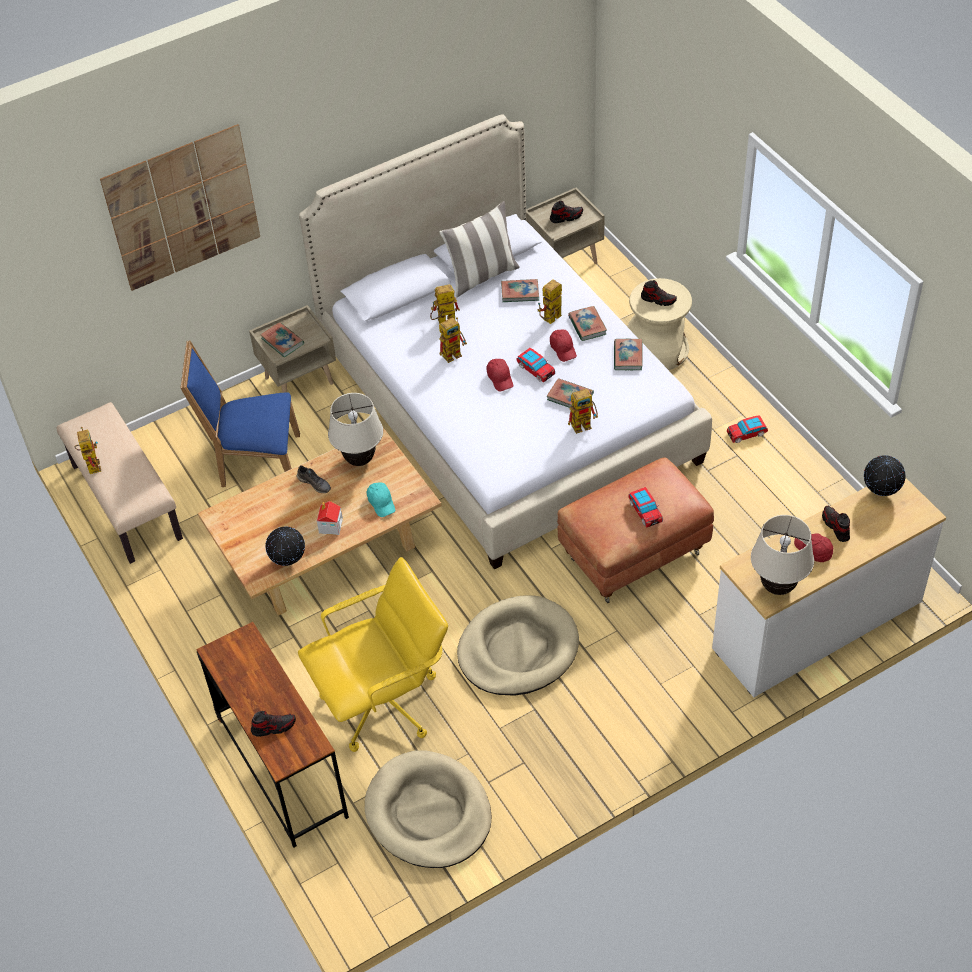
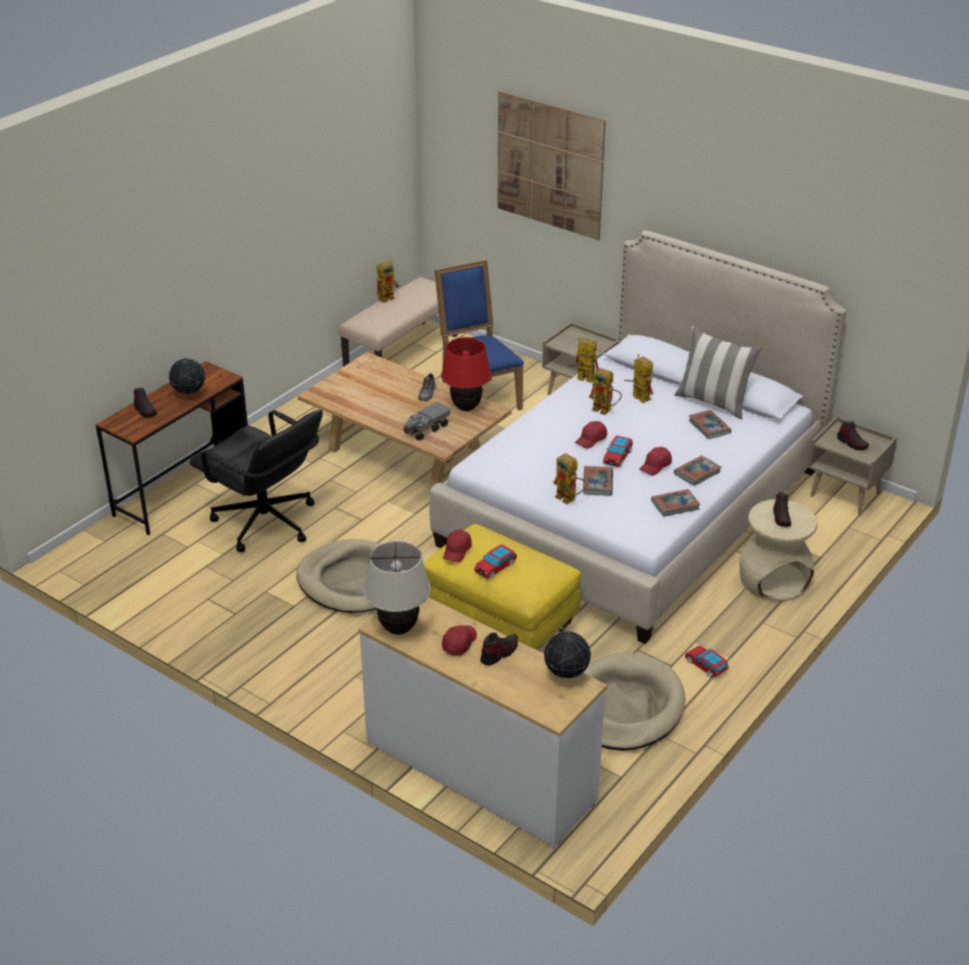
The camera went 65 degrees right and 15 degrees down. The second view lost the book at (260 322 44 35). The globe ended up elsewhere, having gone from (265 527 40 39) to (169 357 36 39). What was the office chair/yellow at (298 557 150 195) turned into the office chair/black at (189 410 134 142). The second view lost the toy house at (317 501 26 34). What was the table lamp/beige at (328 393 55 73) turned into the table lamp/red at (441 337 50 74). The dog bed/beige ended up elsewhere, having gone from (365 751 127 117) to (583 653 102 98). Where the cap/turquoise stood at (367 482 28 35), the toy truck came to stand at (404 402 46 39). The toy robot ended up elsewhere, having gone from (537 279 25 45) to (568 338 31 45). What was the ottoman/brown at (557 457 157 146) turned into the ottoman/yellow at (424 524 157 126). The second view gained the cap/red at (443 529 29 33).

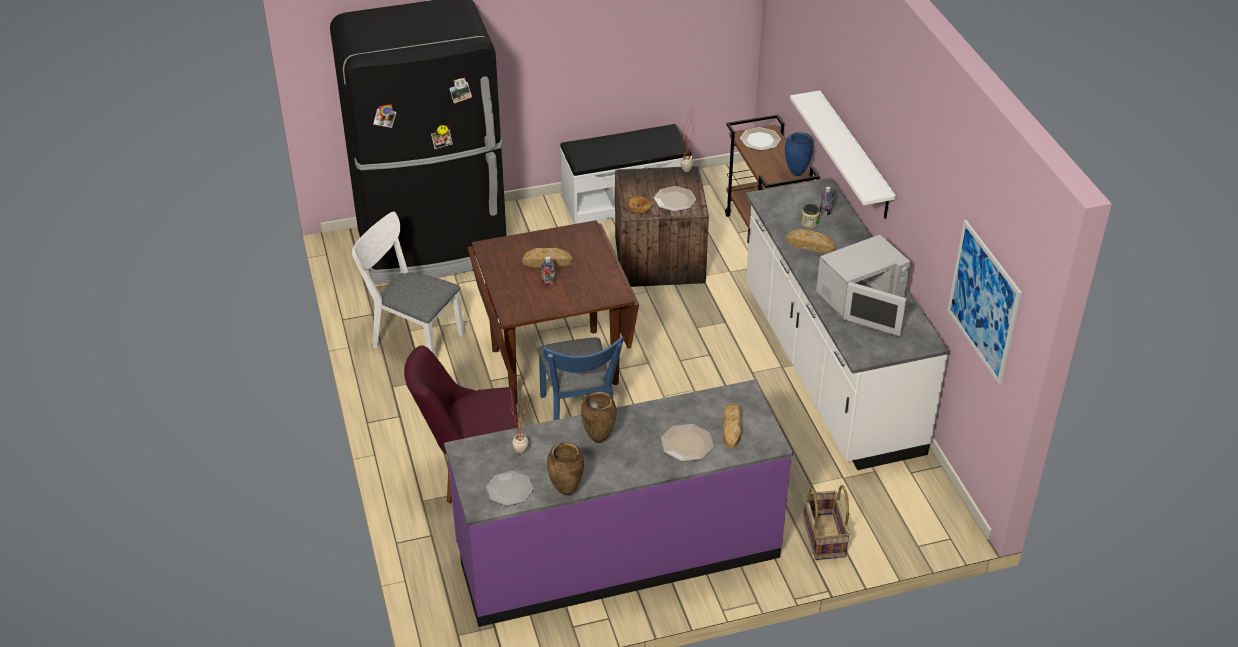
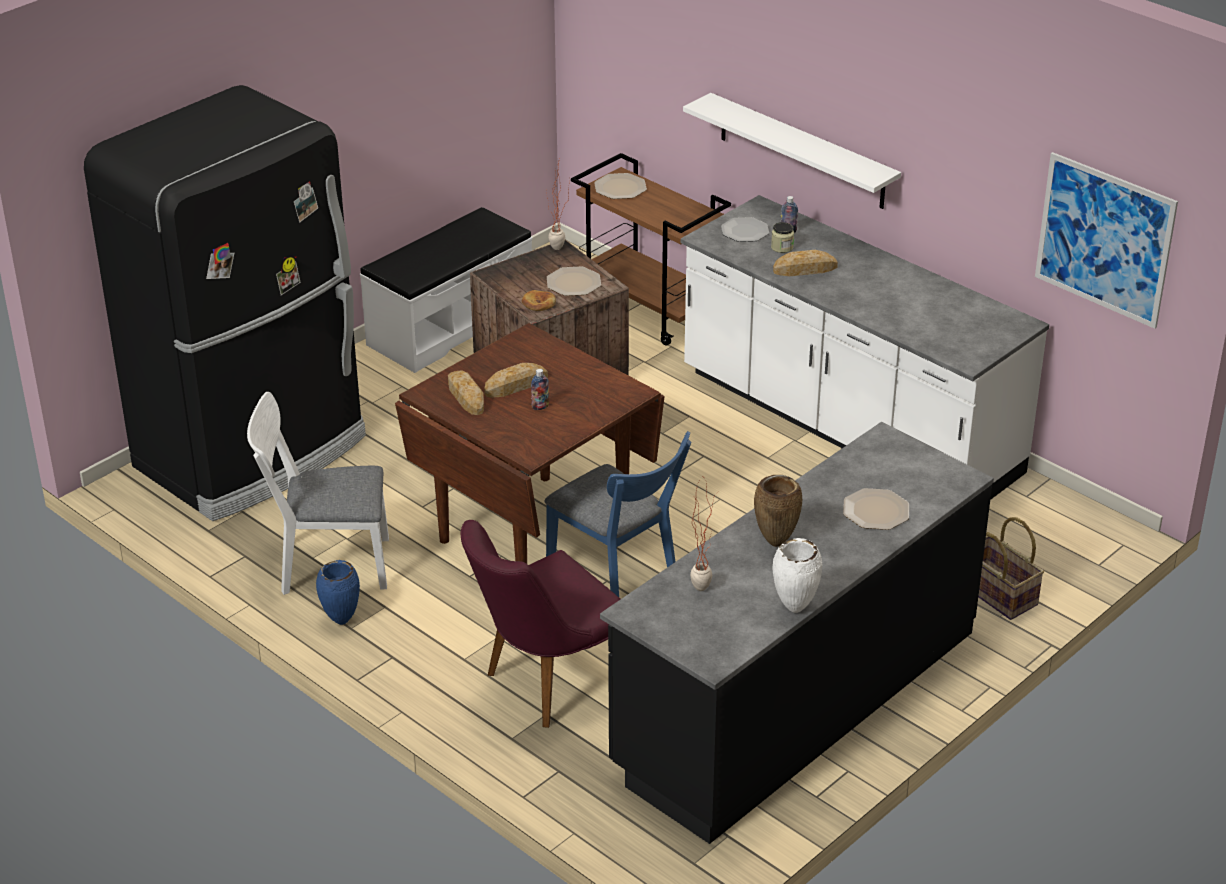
The camera went 30 degrees left and 5 degrees down. What was the counter/purple at (444 380 349 247) turned into the counter/black at (600 422 394 422). The plate ended up elsewhere, having gone from (486 471 47 35) to (721 217 48 25). What was the vase/brown at (547 443 37 52) turned into the vase/white at (772 538 50 75). The bread ended up elsewhere, having gone from (723 403 18 45) to (448 370 36 45). The vase/blue ended up elsewhere, having gone from (785 132 28 44) to (316 560 44 65). The second view lost the microwave/white at (816 234 95 102).

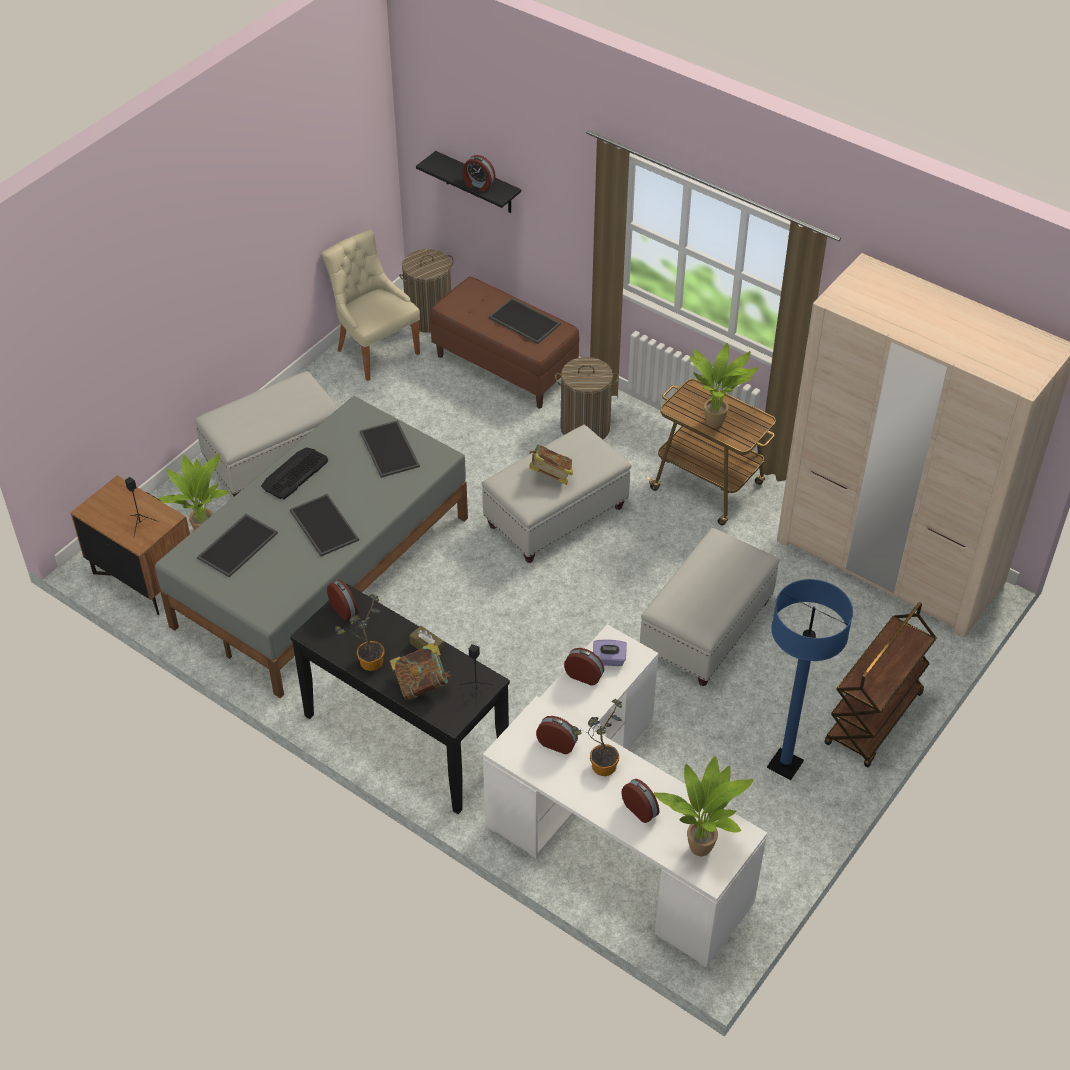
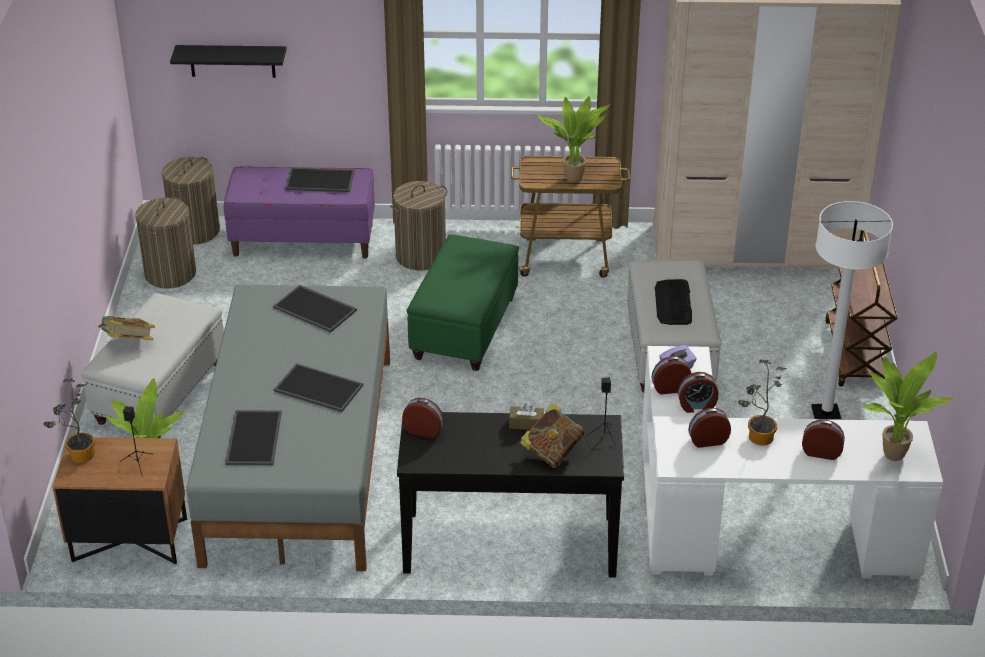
The camera went 35 degrees left and 10 degrees down. The keyboard ended up elsewhere, having gone from (261 447 67 52) to (654 279 38 46). Where the chair/beige stood at (321 230 99 151), the laundry basket came to stand at (135 197 61 92). The potted plant ended up elsewhere, having gone from (335 594 50 77) to (43 379 52 84). What was the bench/brown at (430 276 150 132) turned into the bench/purple at (224 166 151 92). The alarm clock ended up elsewhere, having gone from (463 155 33 37) to (678 372 40 41). What was the ottoman/white at (481 425 151 138) turned into the ottoman/green at (407 234 112 137). The book ended up elsewhere, having gone from (529 445 44 40) to (98 316 57 24). What was the floor lamp/blue at (767 579 86 201) turned into the floor lamp/white at (811 201 82 219).

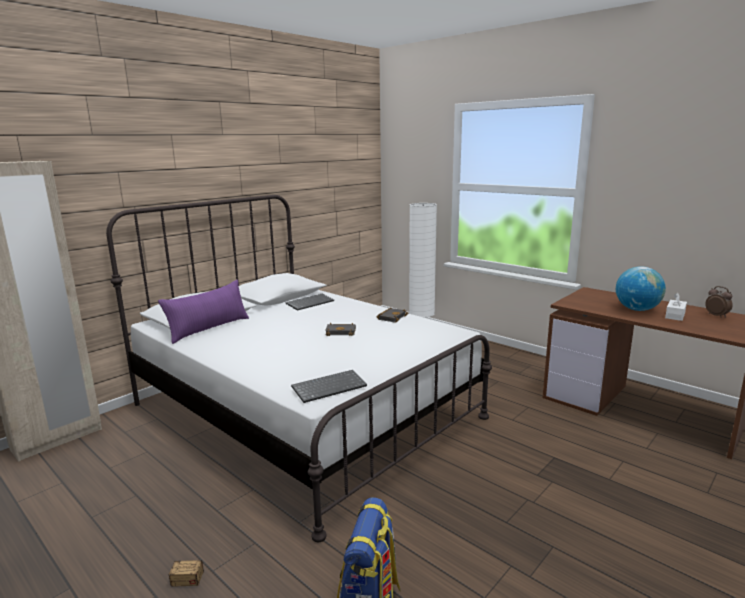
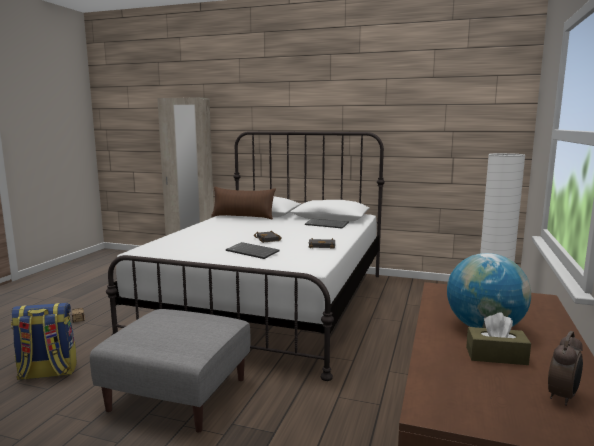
The camera went 65 degrees right and 5 degrees down. What was the pillow/purple at (158 280 91 64) turned into the pillow/brown at (211 187 65 33). The keyboard ended up elsewhere, having gone from (291 370 76 33) to (226 242 54 17). What was the tissue box/white at (665 293 22 28) turned into the tissue box/brown at (466 312 65 53). The second view gained the ottoman/grey at (90 309 161 124).

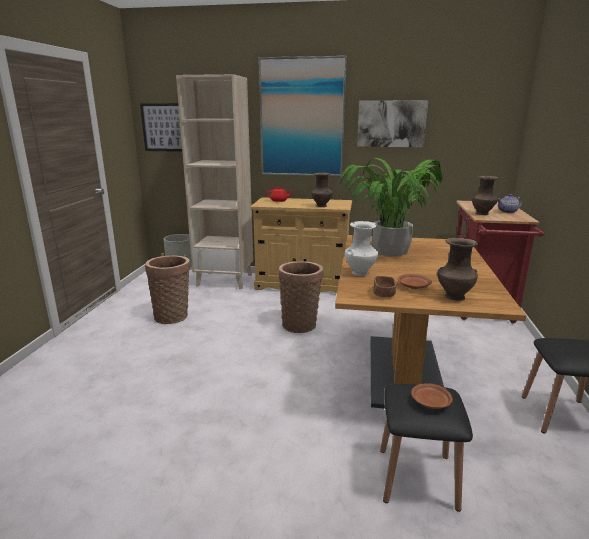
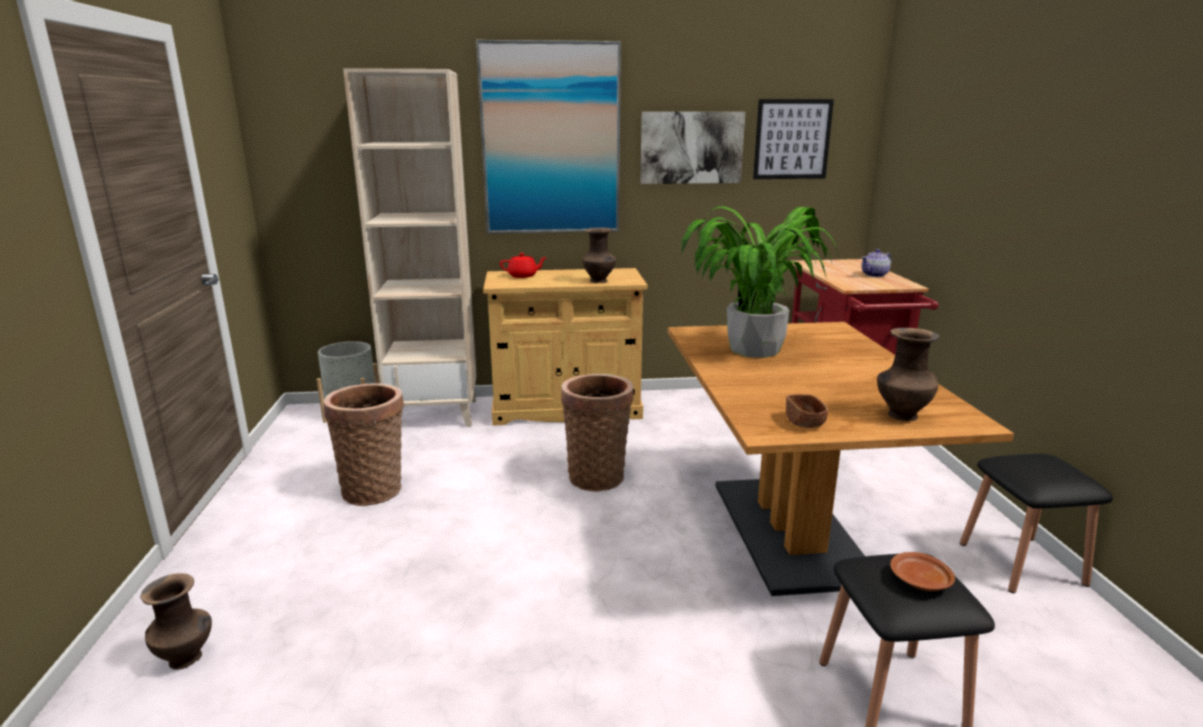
The camera went 15 degrees left and 0 degrees up. The picture ended up elsewhere, having gone from (140 103 42 49) to (753 99 81 80). The second view lost the vase/white at (345 221 33 55). The second view lost the plate/brown at (398 274 34 15). The vase/brown ended up elsewhere, having gone from (472 176 26 39) to (140 573 72 97).

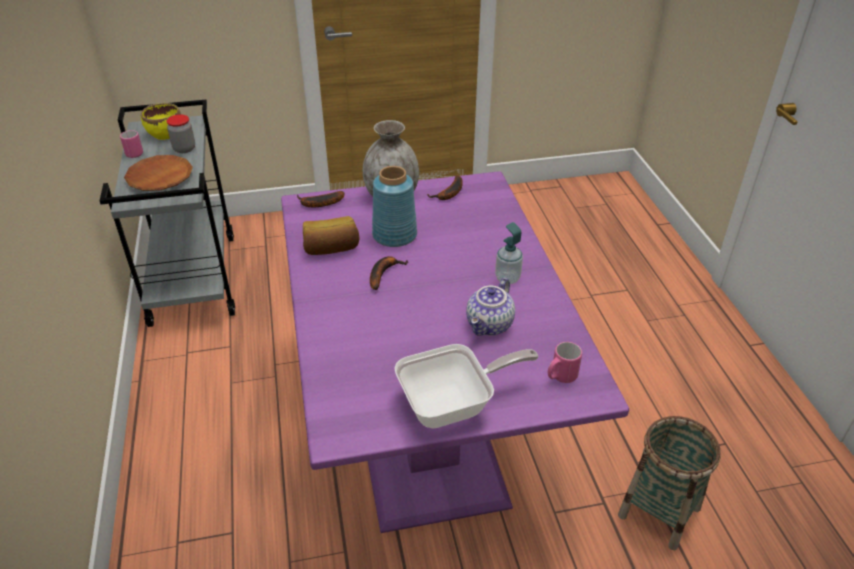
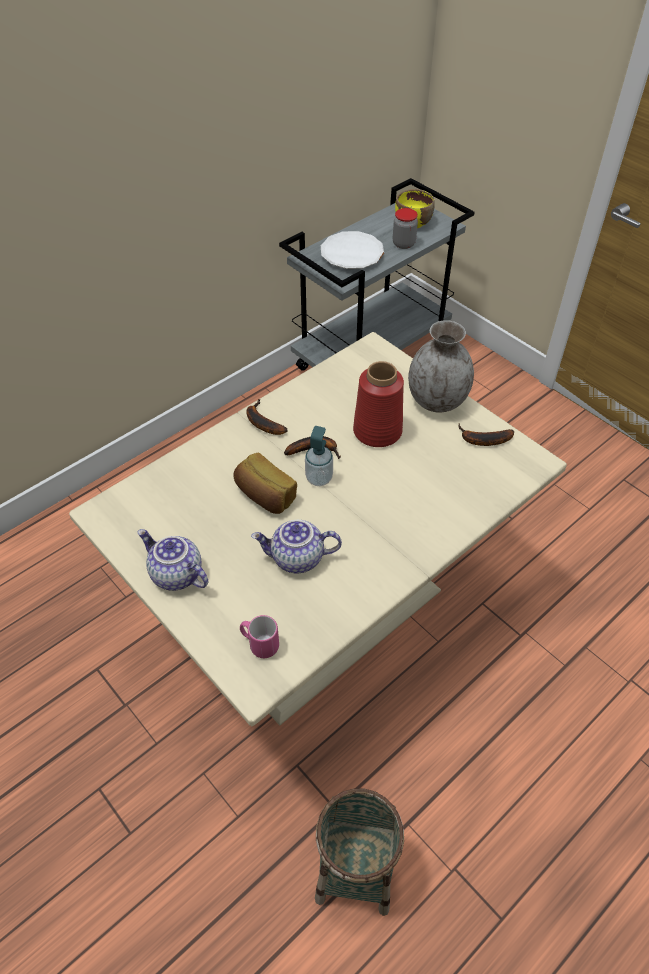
The camera went 60 degrees right and 10 degrees up. The second view lost the mug/pink at (120 130 23 28). What was the plate/brown at (124 155 69 36) turned into the plate/white at (321 231 63 38). What was the dining table/purple at (281 171 348 362) turned into the dining table/beige at (69 332 498 394). The banana ended up elsewhere, having gone from (297 191 48 16) to (247 399 40 36). The bread ended up elsewhere, having gone from (303 216 56 39) to (233 453 64 61). What was the vase/blue at (372 166 45 81) turned into the vase/red at (353 361 51 86). Where the frying pan stood at (394 344 145 84), the teapot came to stand at (138 529 71 62). The soap dispenser ended up elsewhere, having gone from (495 222 28 62) to (305 426 28 60).

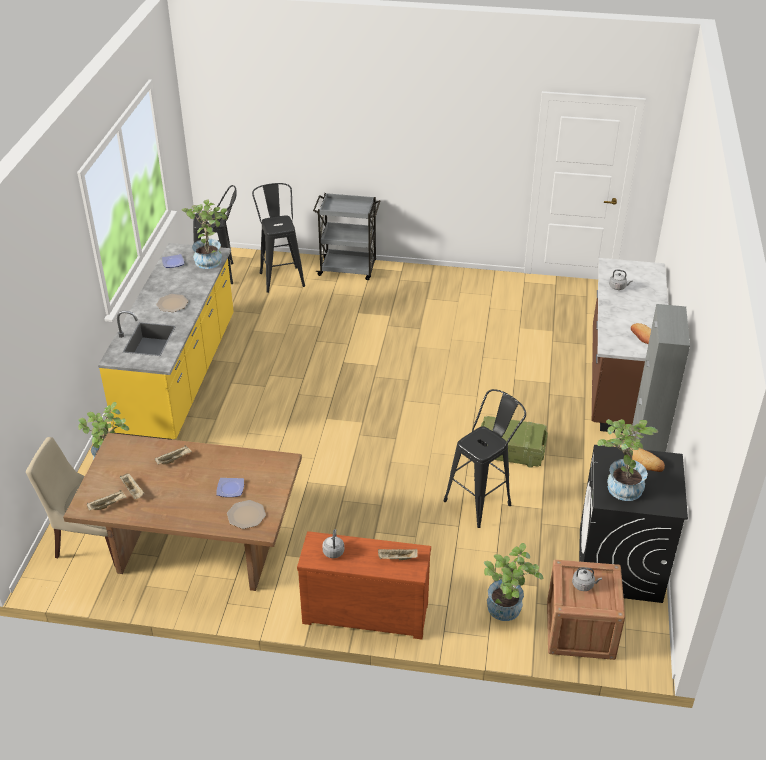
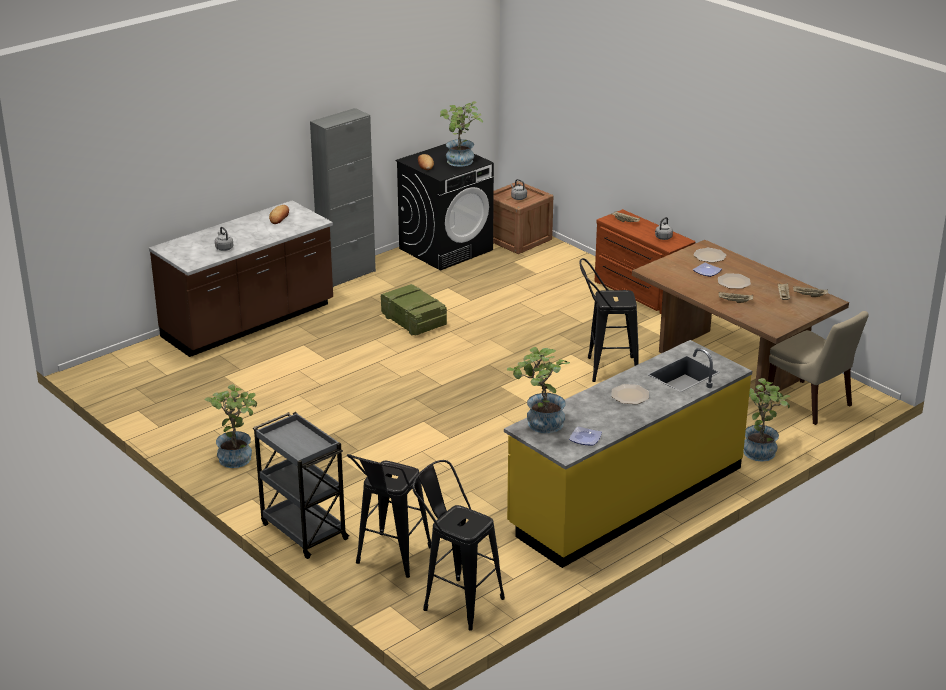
The camera went 140 degrees left and 10 degrees down. The stool/black ended up elsewhere, having gone from (443 389 83 139) to (580 258 59 124). The potted plant ended up elsewhere, having gone from (484 543 59 78) to (205 384 52 84). The second view gained the plate at (718 273 33 16).

